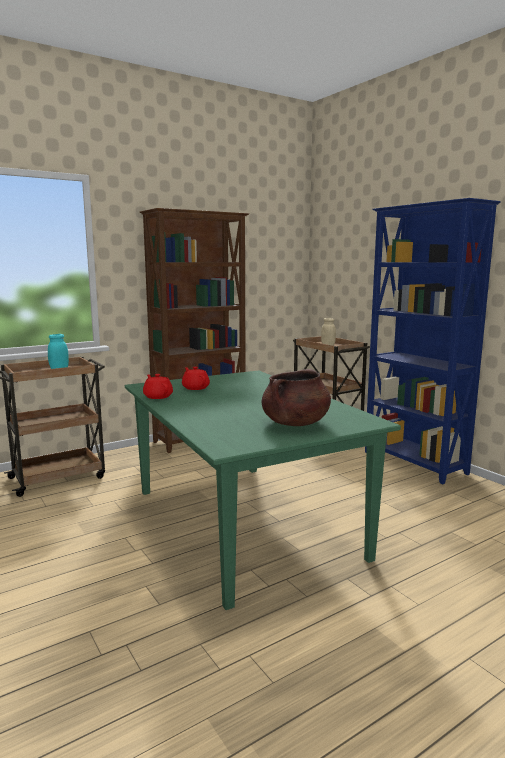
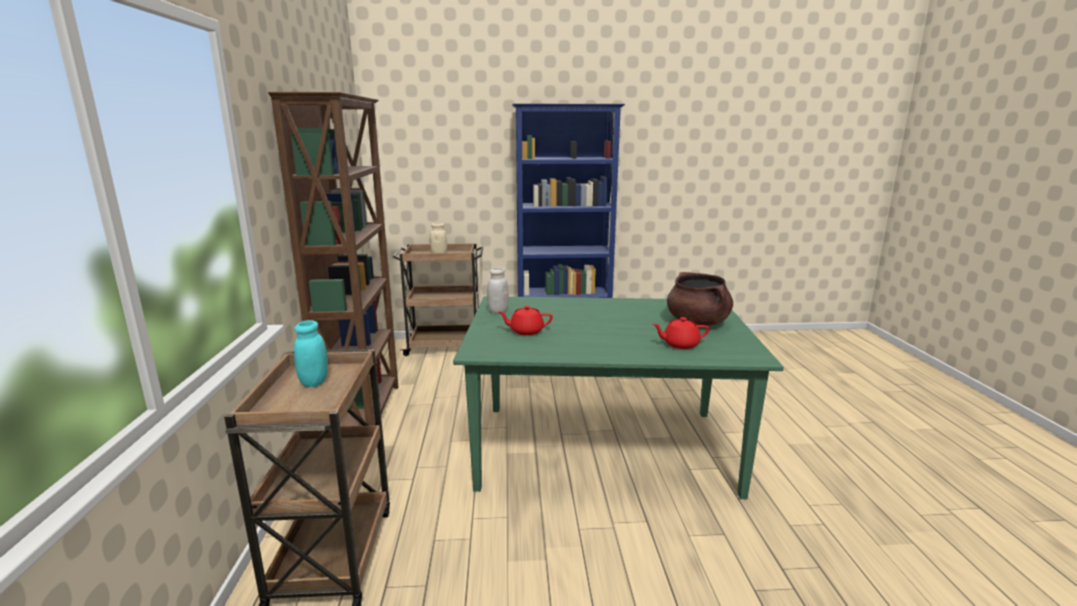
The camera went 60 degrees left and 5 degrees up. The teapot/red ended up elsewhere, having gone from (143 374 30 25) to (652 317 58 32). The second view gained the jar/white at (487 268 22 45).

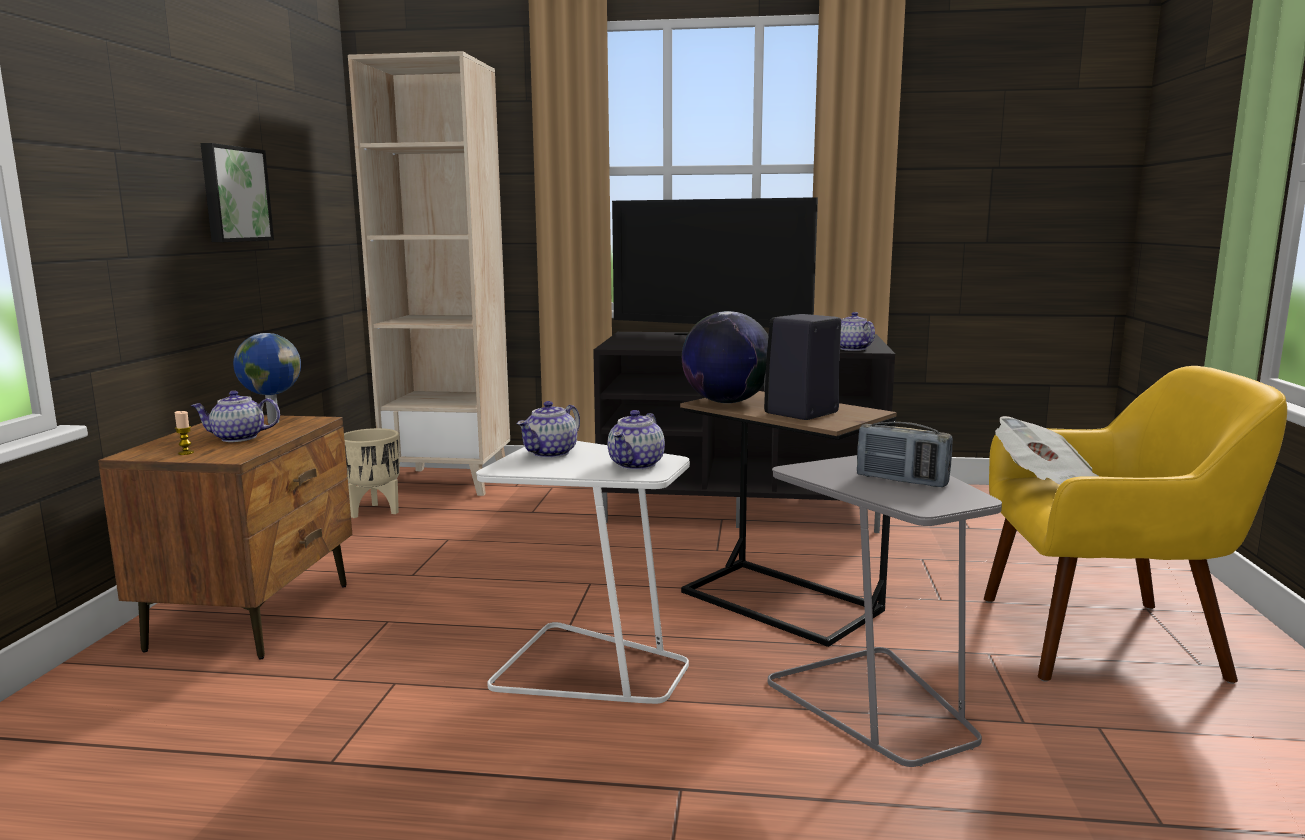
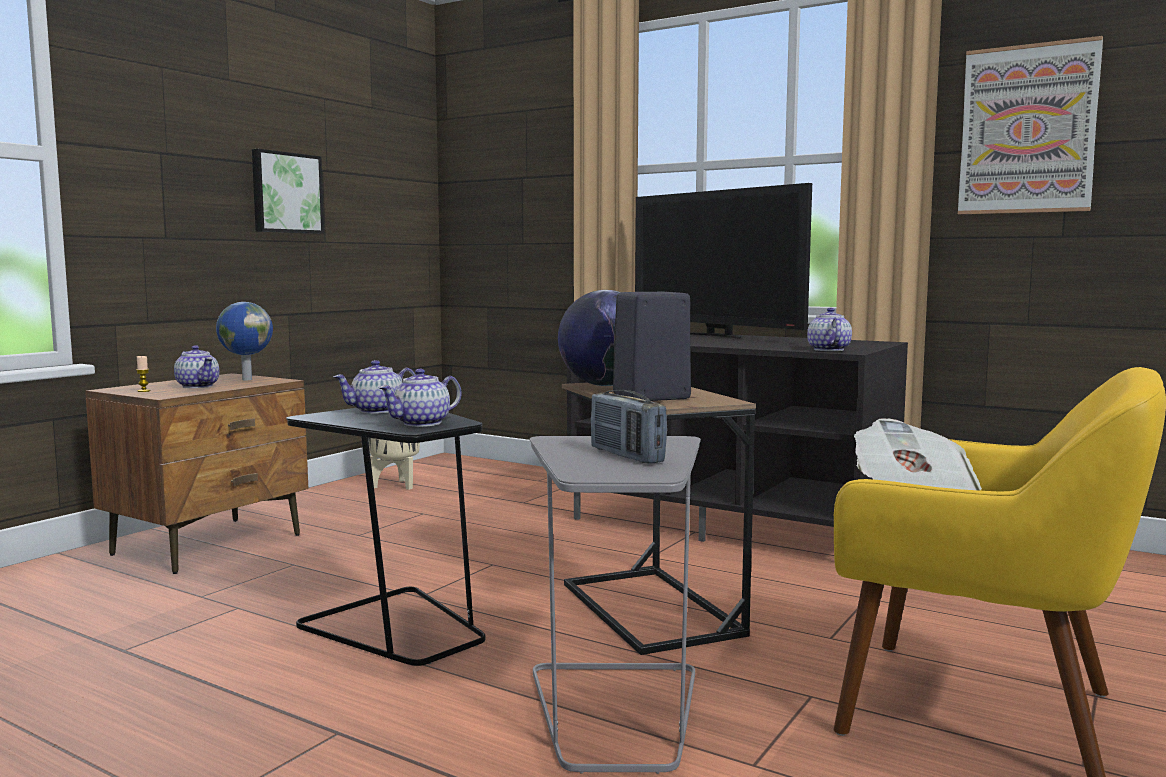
The camera went 25 degrees right and 5 degrees down. The teapot at (191 390 89 52) ended up facing another way, 150 degrees counterclockwise from before. The second view lost the bookcase/beige at (348 51 162 445). What was the side table/white at (476 441 214 263) turned into the side table/black at (286 408 199 258). The second view gained the picture at (958 36 145 178).

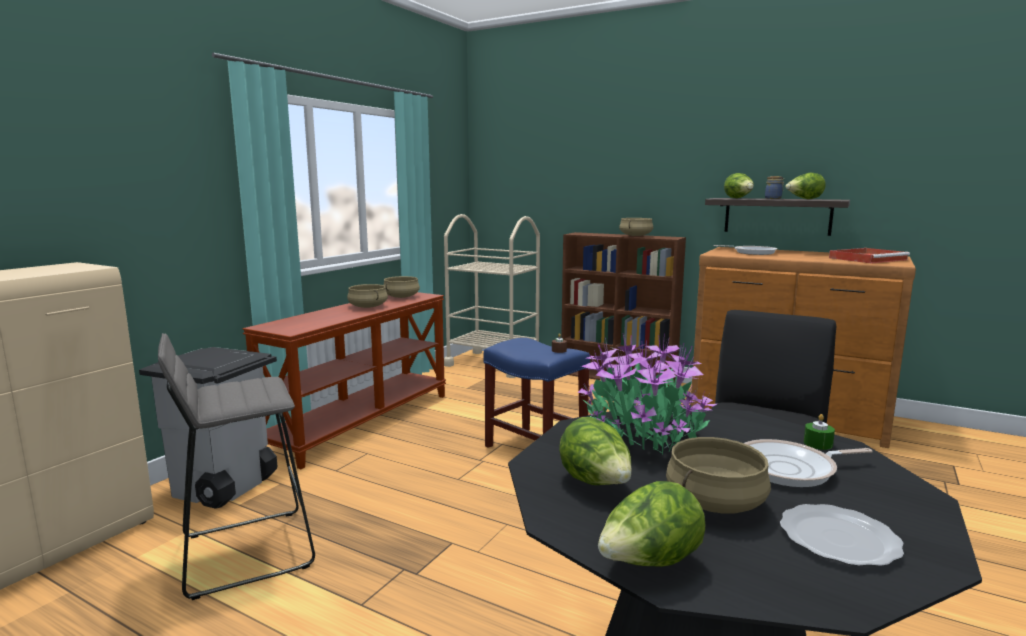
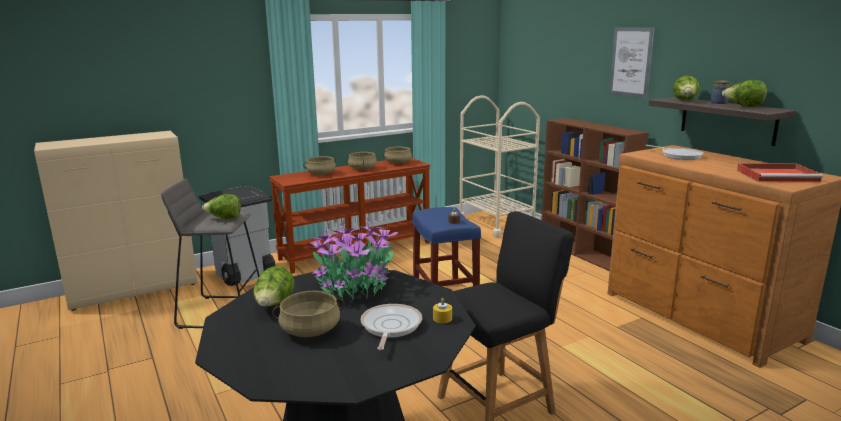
The camera went 30 degrees right and 5 degrees up. The lettuce ended up elsewhere, having gone from (598 481 107 86) to (202 194 39 25). The cooking pot/beige ended up elsewhere, having gone from (619 218 34 18) to (303 156 33 19). The frying pan at (744 439 129 48) ended up facing another way, 75 degrees clockwise from before. The second view lost the plate at (780 504 124 62). What was the candle/green at (804 414 31 36) turned into the candle/yellow at (433 298 19 25). The second view gained the picture at (609 27 46 71).

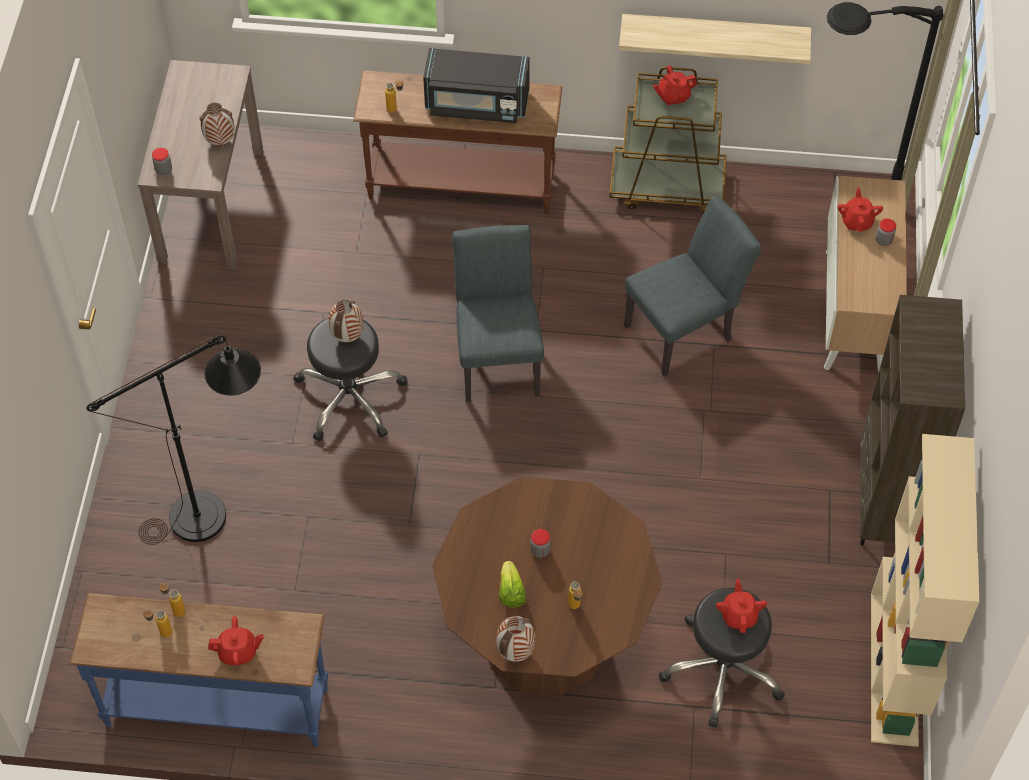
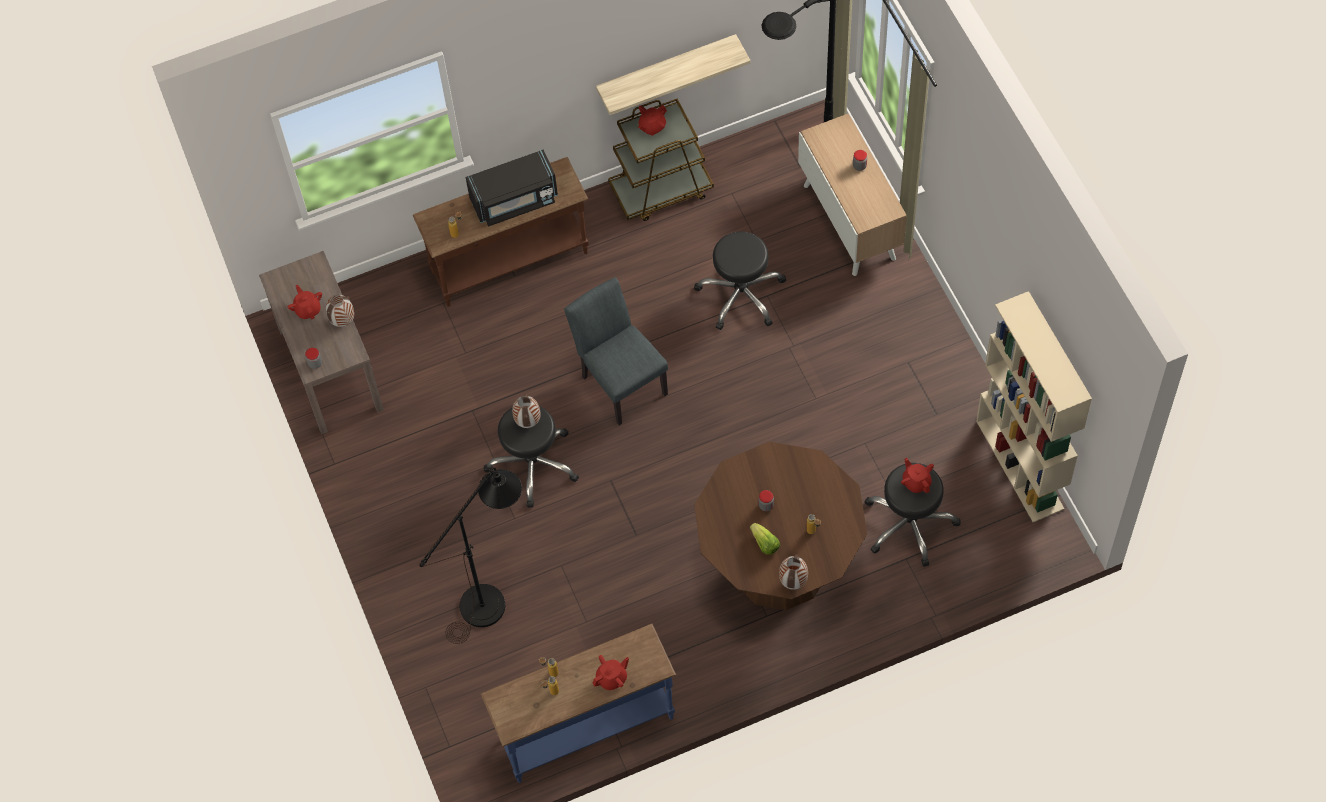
The camera went 25 degrees left and 5 degrees up. Where the chair/grey stood at (624 195 138 182), the stool/black came to stand at (694 231 92 99). The teapot/red ended up elsewhere, having gone from (838 188 45 44) to (288 285 34 35). The second view lost the bookcase/brown at (860 295 105 251).

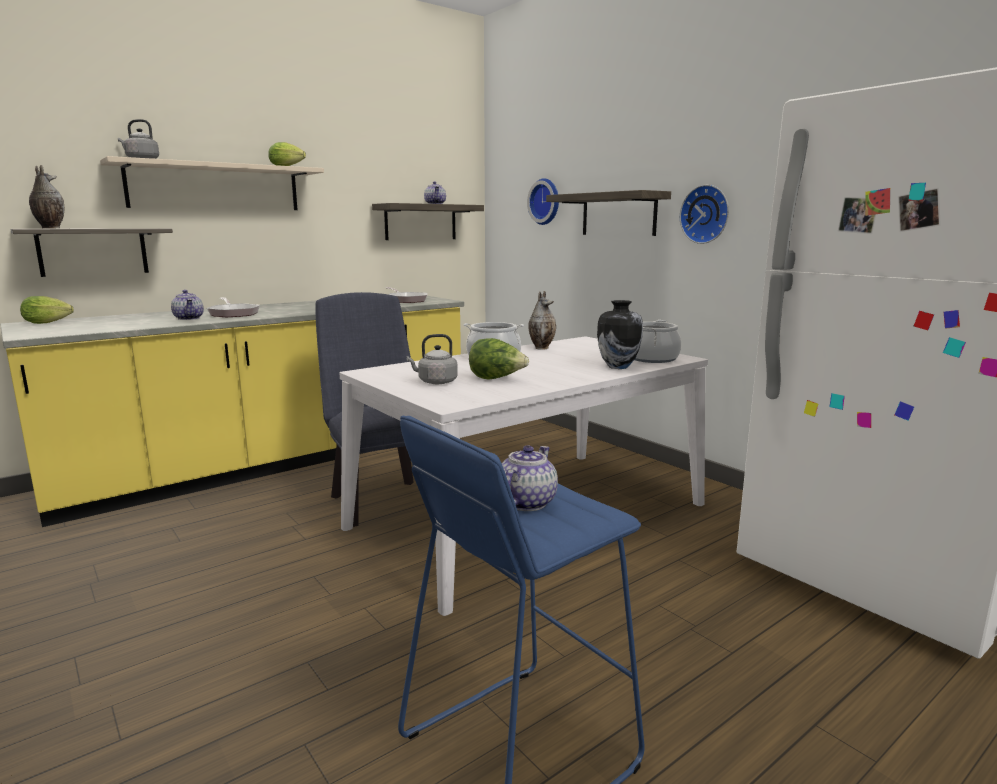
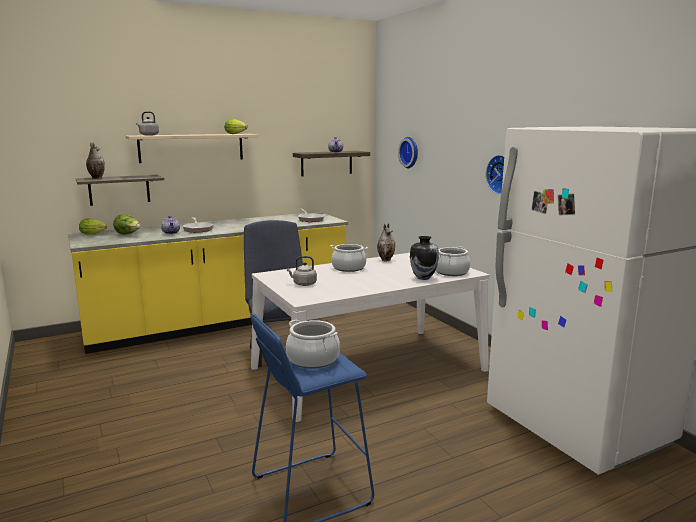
The camera went 10 degrees right and 0 degrees up. The lettuce ended up elsewhere, having gone from (469 338 60 41) to (113 214 28 21). Where the teapot stood at (502 445 56 66), the cooking pot came to stand at (286 320 54 49). The second view lost the shelf at (546 190 125 46).

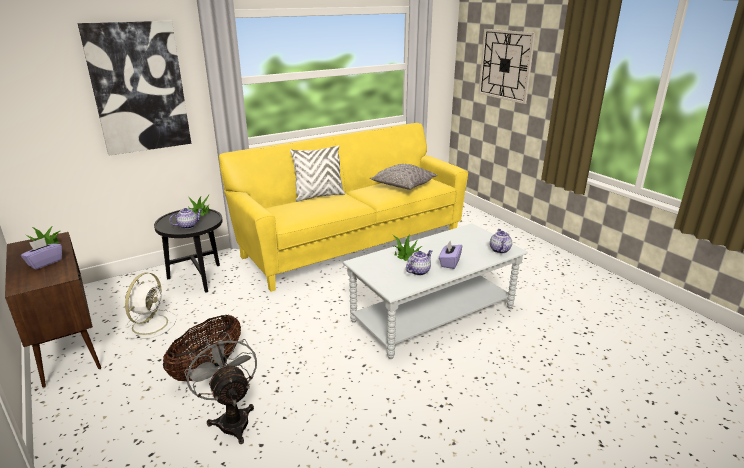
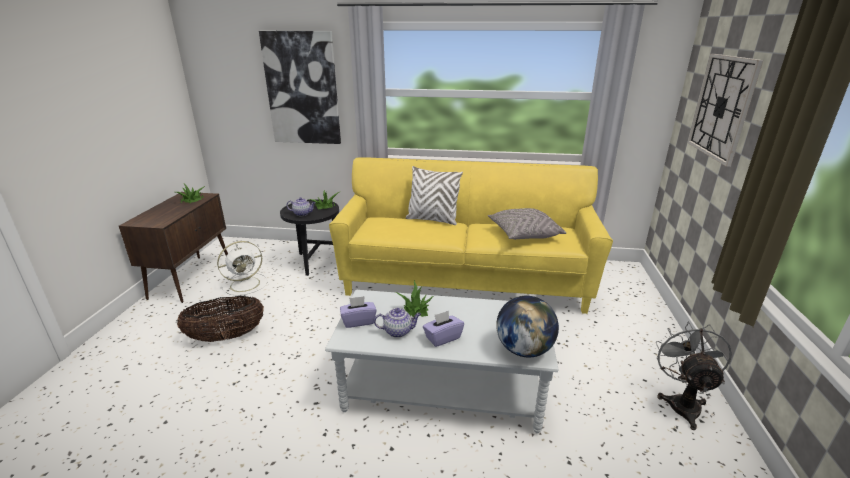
The camera went 40 degrees right and 0 degrees up. The tissue box/purple ended up elsewhere, having gone from (21 238 41 32) to (340 296 37 32). The fan/grey ended up elsewhere, having gone from (184 333 73 111) to (656 321 76 109). Where the teapot stood at (490 229 22 24), the globe came to stand at (496 296 63 61).

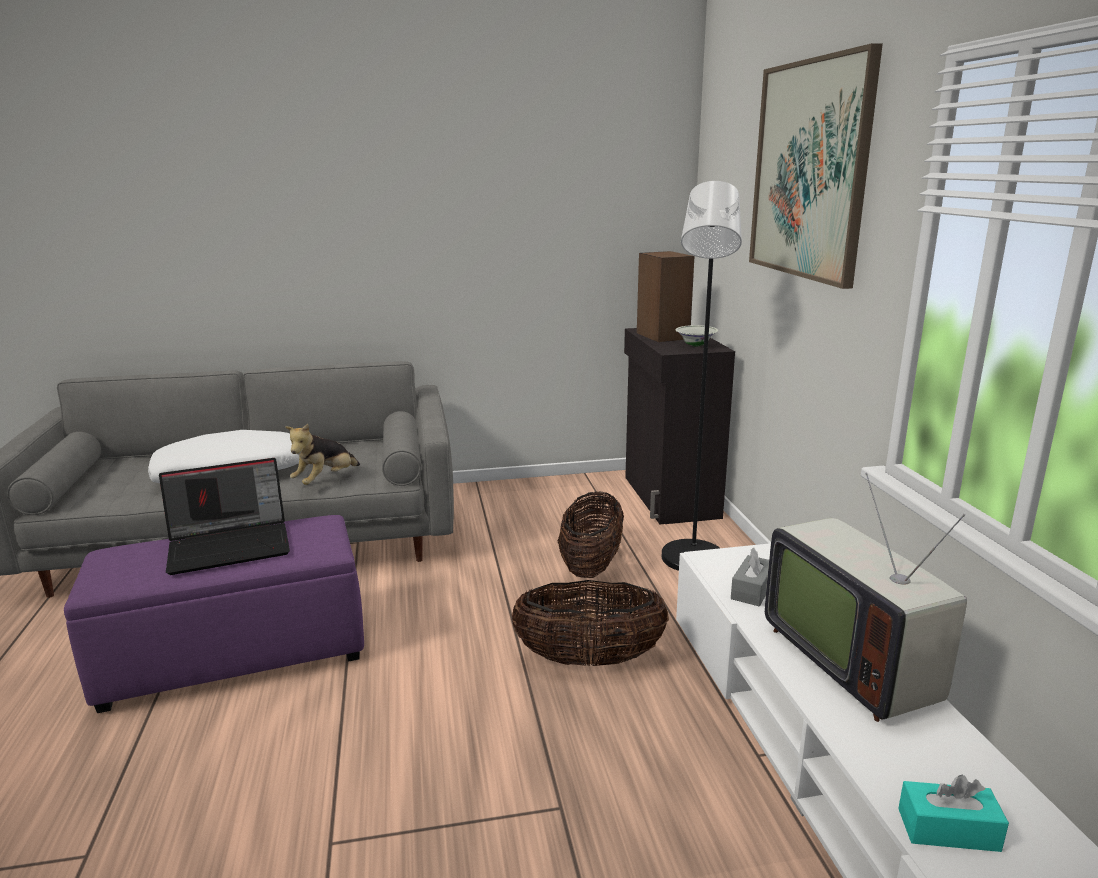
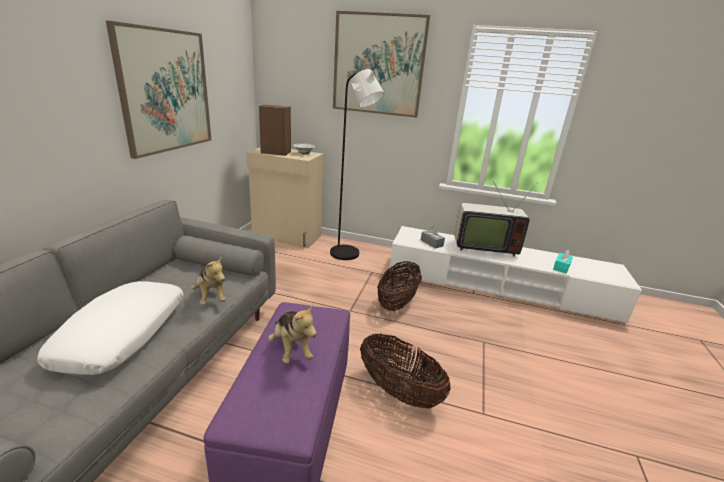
The camera went 65 degrees left and 5 degrees up. Where the laptop stood at (159 458 131 117), the plush toy came to stand at (268 305 49 58). The basket ended up elsewhere, having gone from (558 492 66 86) to (360 334 91 75). What was the cabinet/black at (624 328 111 196) turned into the cabinet/beige at (246 147 78 101). The second view gained the picture at (106 21 105 138).

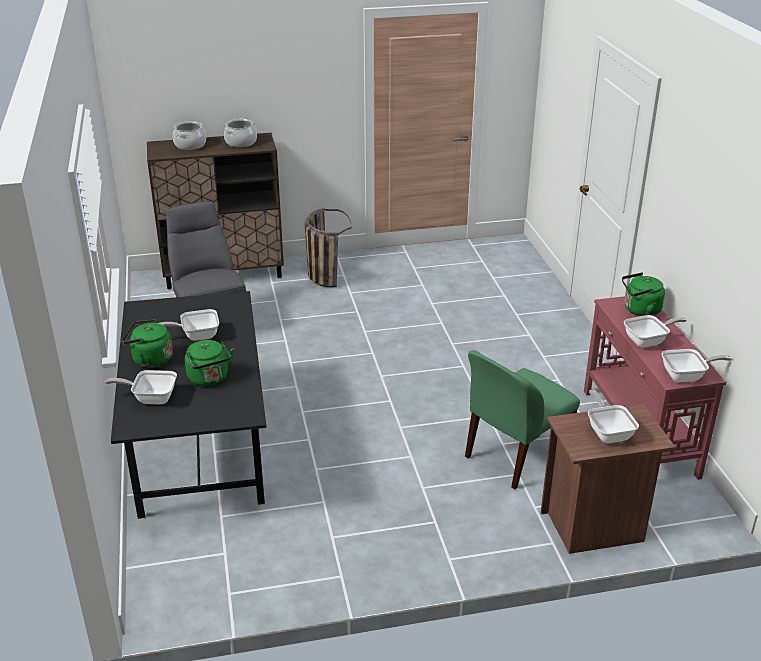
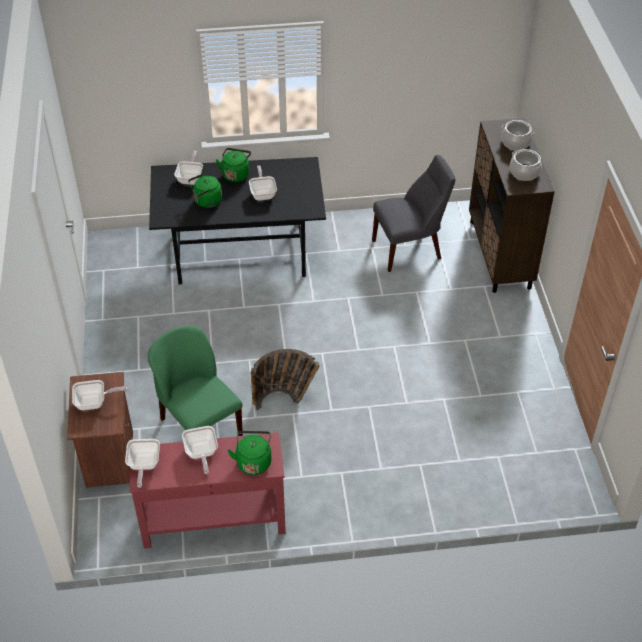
The camera went 95 degrees right and 15 degrees up. The basket ended up elsewhere, having gone from (305 208 47 79) to (250 349 70 61).

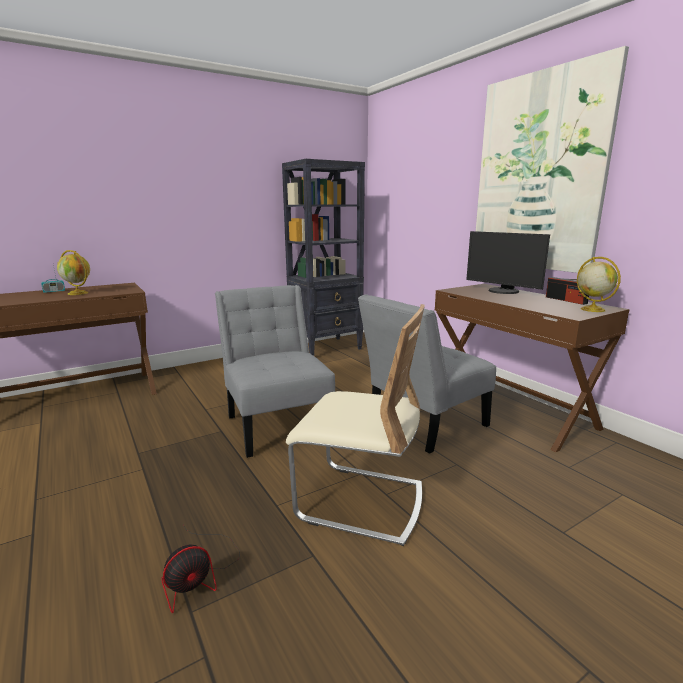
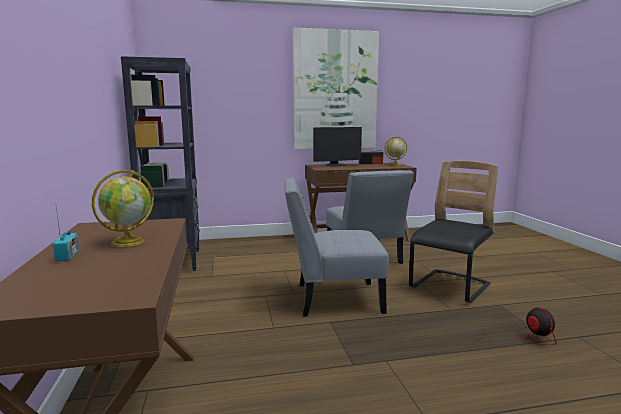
The camera went 70 degrees left and 5 degrees down. What was the chair/beige at (286 304 139 242) turned into the chair/black at (409 161 89 142).

